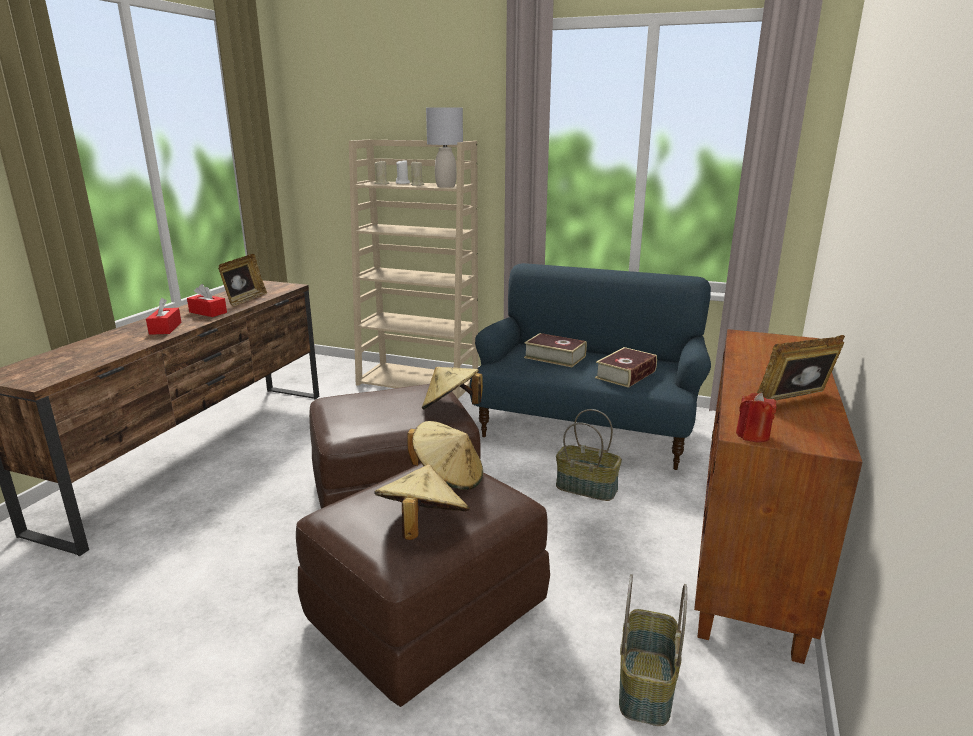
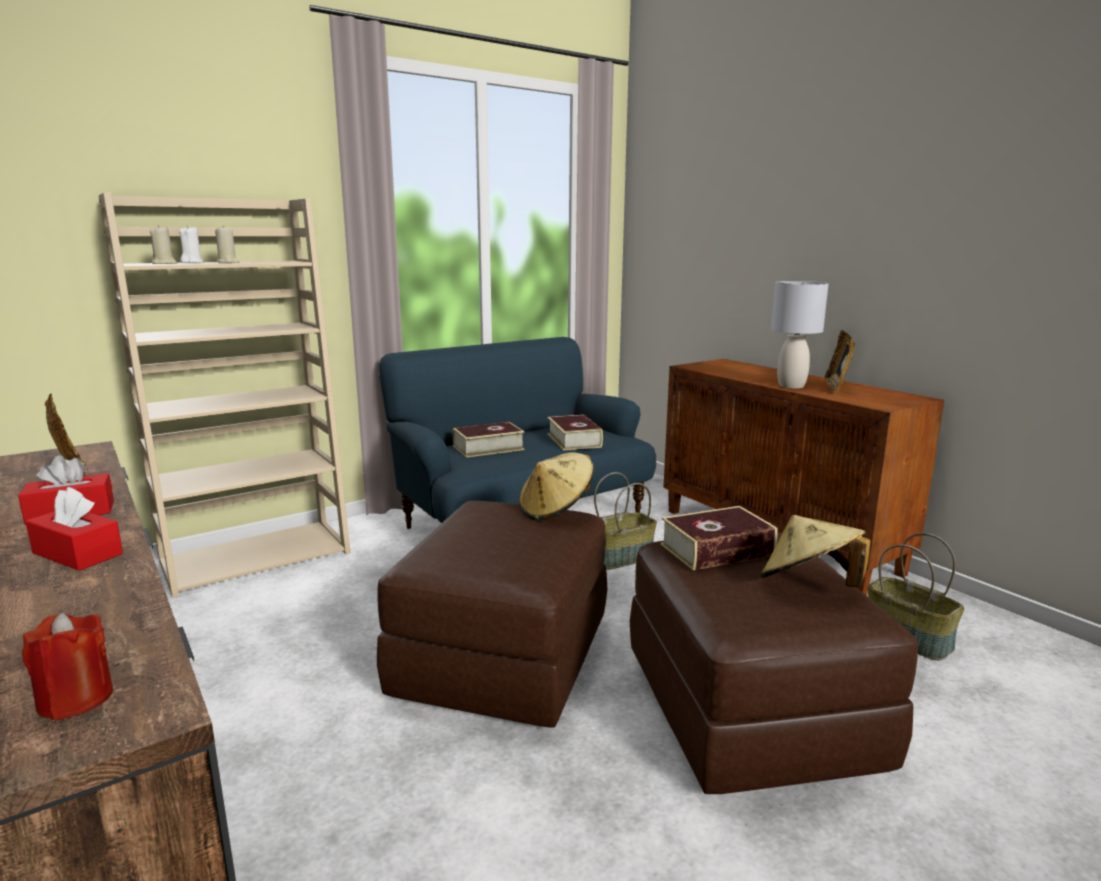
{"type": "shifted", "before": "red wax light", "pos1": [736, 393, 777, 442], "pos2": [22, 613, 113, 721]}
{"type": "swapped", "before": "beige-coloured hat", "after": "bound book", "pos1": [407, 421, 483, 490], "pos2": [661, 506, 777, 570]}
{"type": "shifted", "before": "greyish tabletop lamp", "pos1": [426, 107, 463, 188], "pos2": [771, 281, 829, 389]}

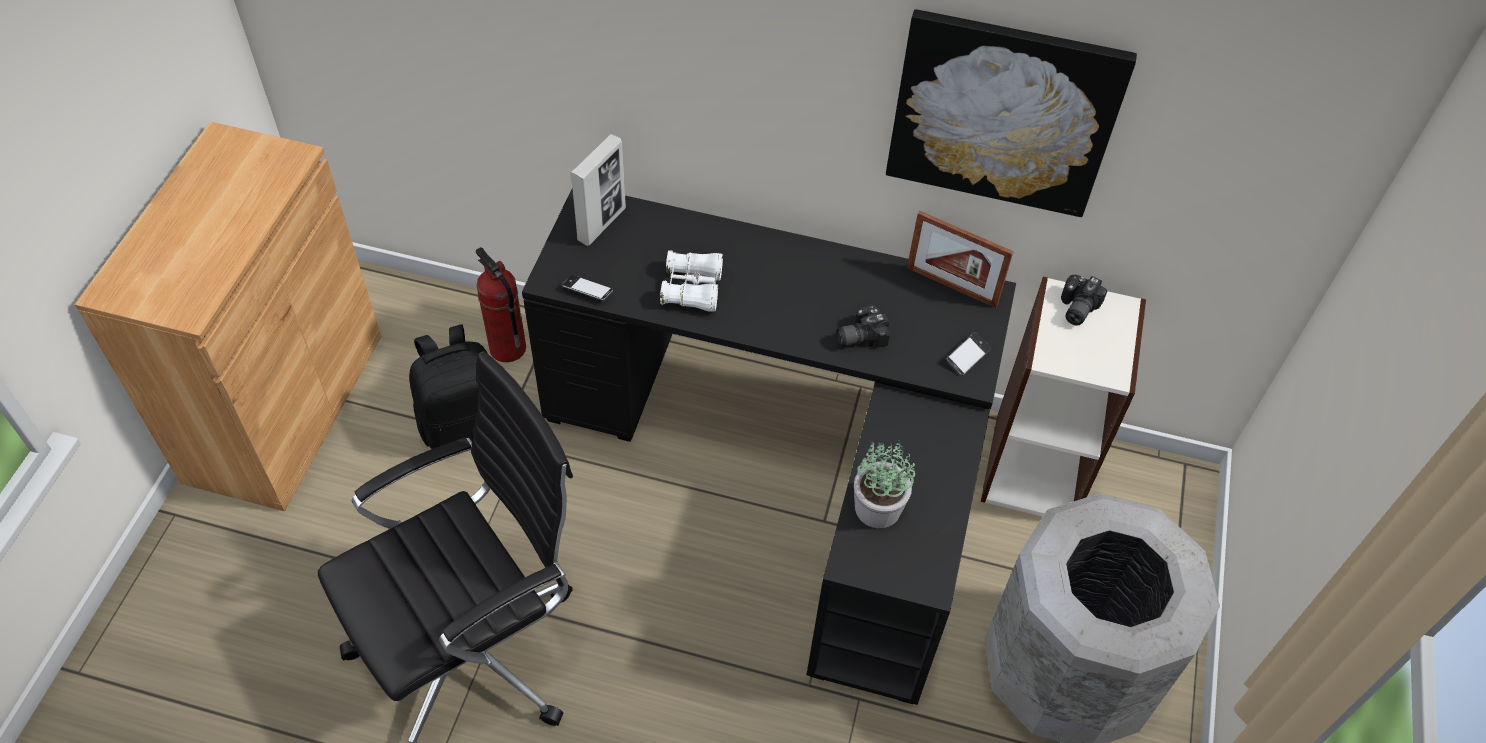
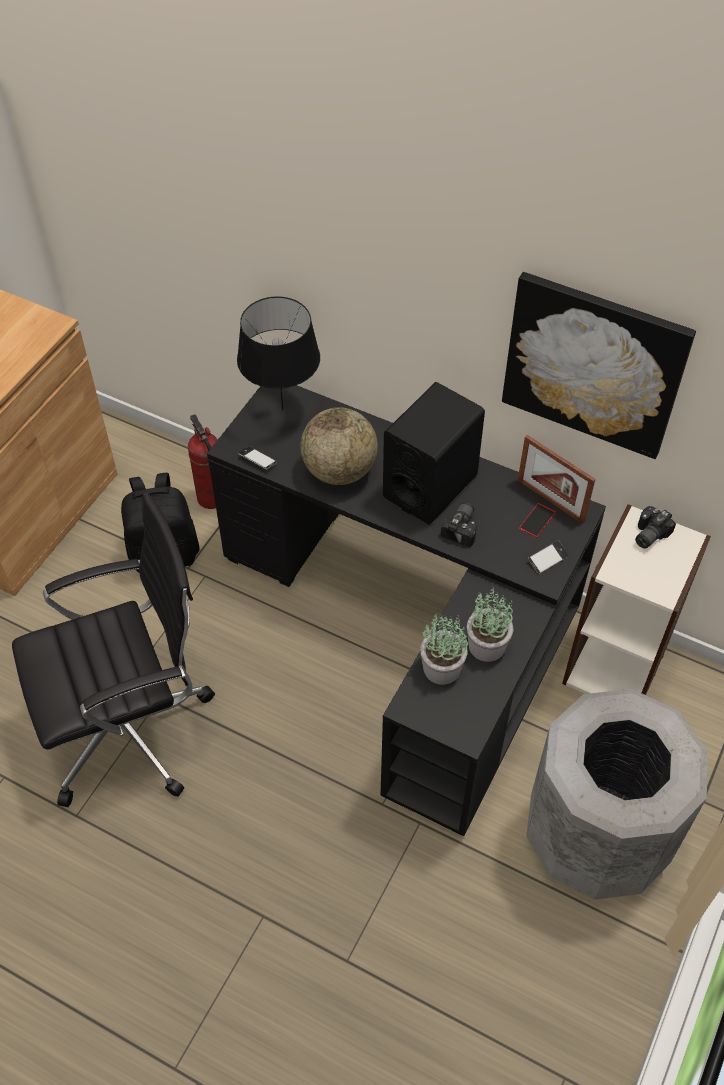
{"type": "swapped", "before": "picture frame", "after": "blackish tabletop lamp", "pos1": [570, 134, 626, 246], "pos2": [237, 297, 320, 410]}
{"type": "swapped", "before": "white-coloured pair of binoculars", "after": "globe", "pos1": [660, 250, 723, 312], "pos2": [300, 407, 378, 485]}
{"type": "new", "after": "blackish audio speaker", "pos2": [383, 382, 485, 524]}
{"type": "rotated", "before": "still camera", "pos1": [837, 304, 890, 348], "pos2": [441, 502, 477, 547], "turn": 120}
{"type": "new", "after": "plant in a pot", "pos2": [467, 586, 513, 662]}
{"type": "new", "after": "telephone", "pos2": [519, 503, 556, 538]}

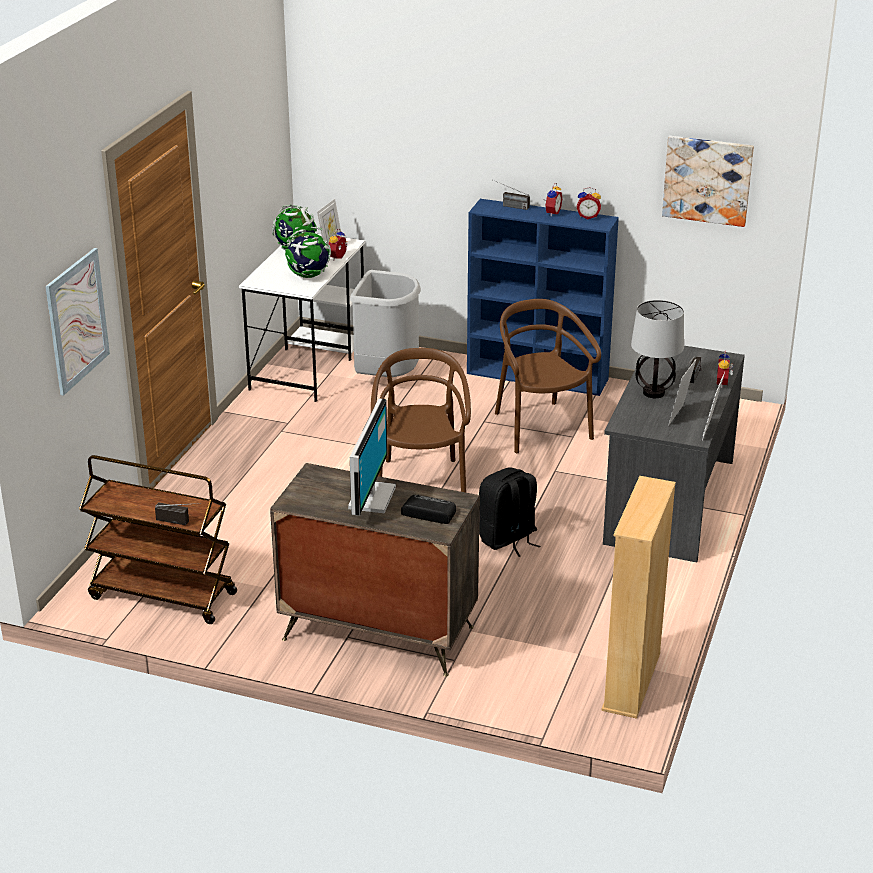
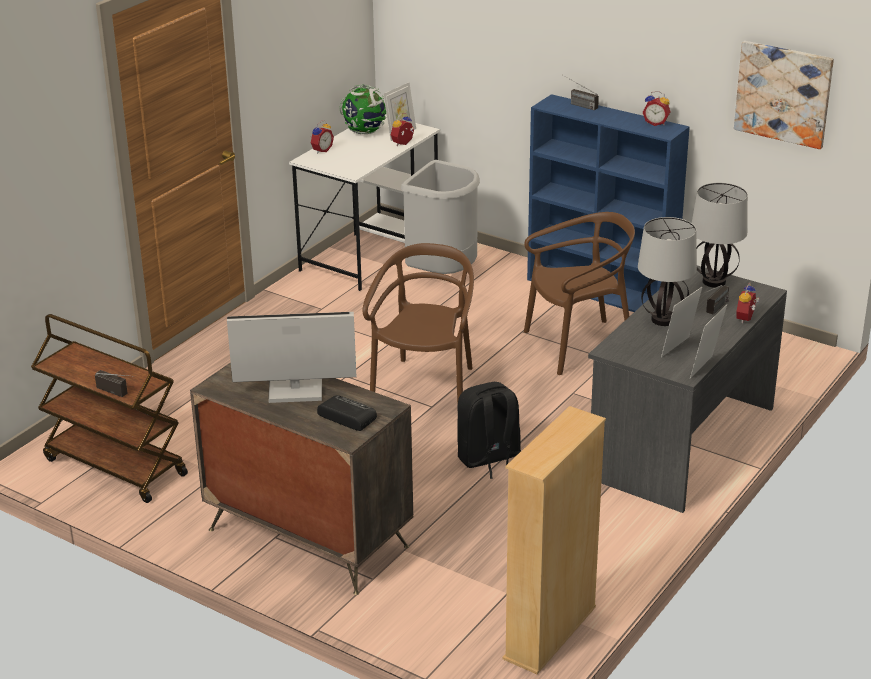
{"type": "rotated", "before": "computer screen", "pos1": [348, 399, 396, 516], "pos2": [227, 312, 356, 403], "turn": -120}
{"type": "shifted", "before": "table clock", "pos1": [545, 183, 562, 216], "pos2": [311, 120, 334, 154]}
{"type": "rotated", "before": "brown upright chair", "pos1": [495, 299, 601, 453], "pos2": [524, 212, 635, 375], "turn": 75}
{"type": "new", "after": "tabletop lamp", "pos2": [692, 183, 748, 288]}
{"type": "gone", "before": "wall art", "pos1": [45, 248, 110, 396]}
{"type": "gone", "before": "globe", "pos1": [285, 227, 331, 278]}

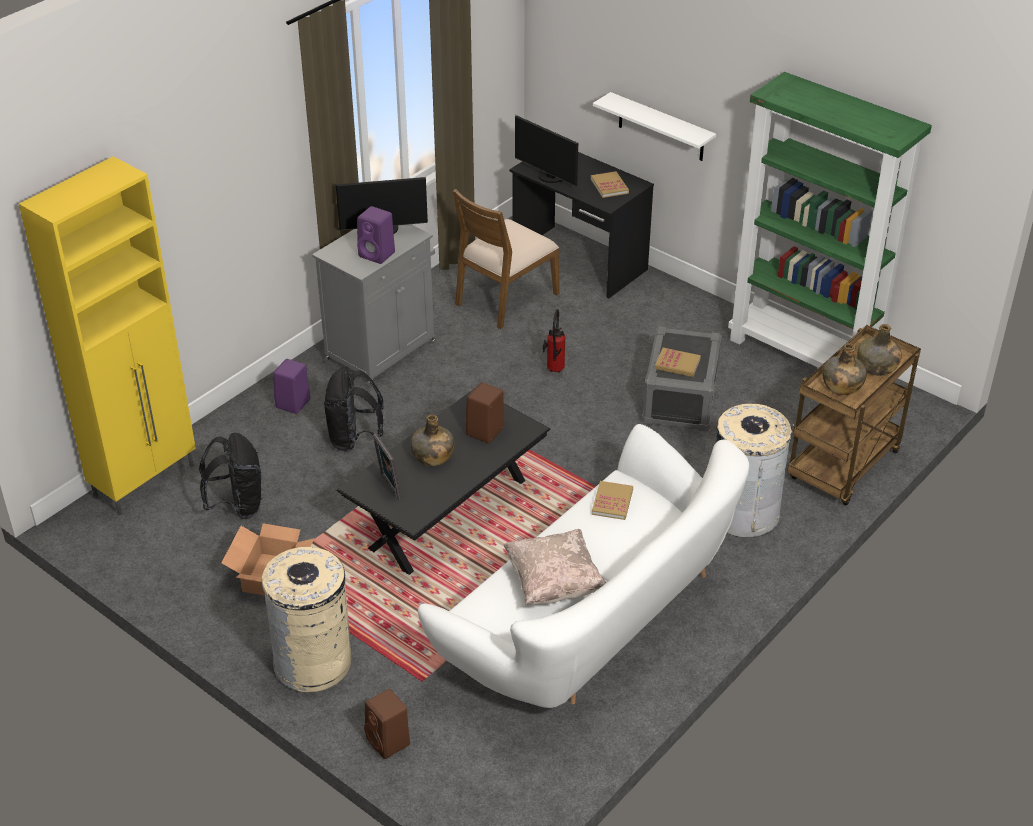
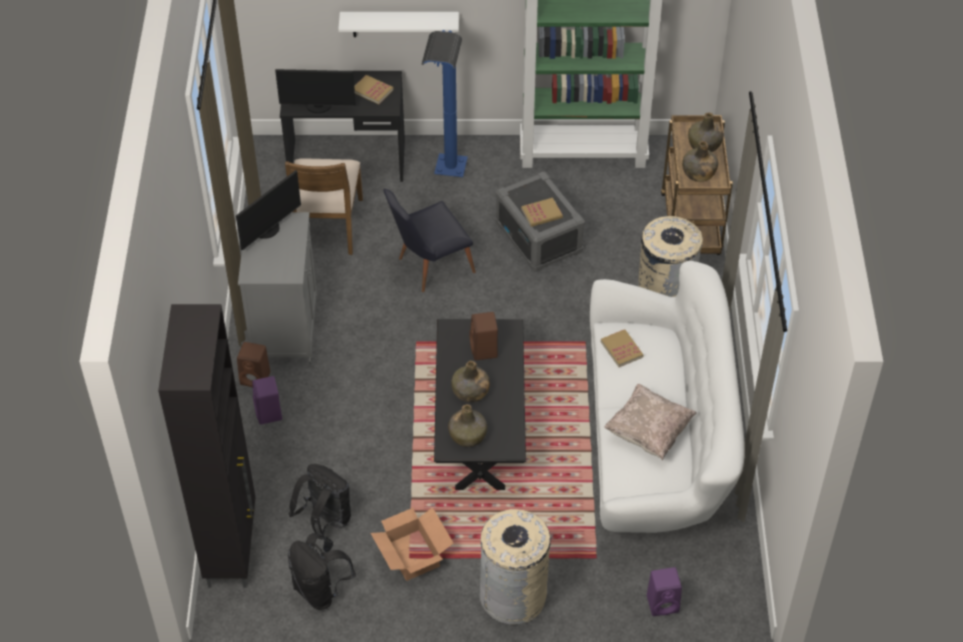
{"type": "repainted", "before": "yellow cabinet", "after": "blackish cabinet", "pos1": [19, 156, 196, 516], "pos2": [158, 304, 255, 588]}
{"type": "shifted", "before": "brown audio speaker", "pos1": [364, 689, 410, 759], "pos2": [237, 342, 270, 387]}
{"type": "shifted", "before": "blackish backpack", "pos1": [324, 368, 384, 452], "pos2": [288, 533, 356, 610]}
{"type": "swapped", "before": "fire extinguisher", "after": "blackish upright chair", "pos1": [543, 309, 565, 373], "pos2": [383, 189, 476, 292]}
{"type": "new", "after": "blue floor lamp", "pos2": [421, 30, 468, 177]}
{"type": "swapped", "before": "picture frame", "after": "greenish beverage bottle", "pos1": [373, 433, 401, 500], "pos2": [448, 404, 487, 447]}
{"type": "shifted", "before": "purple audio speaker", "pos1": [357, 206, 395, 264], "pos2": [647, 567, 682, 616]}

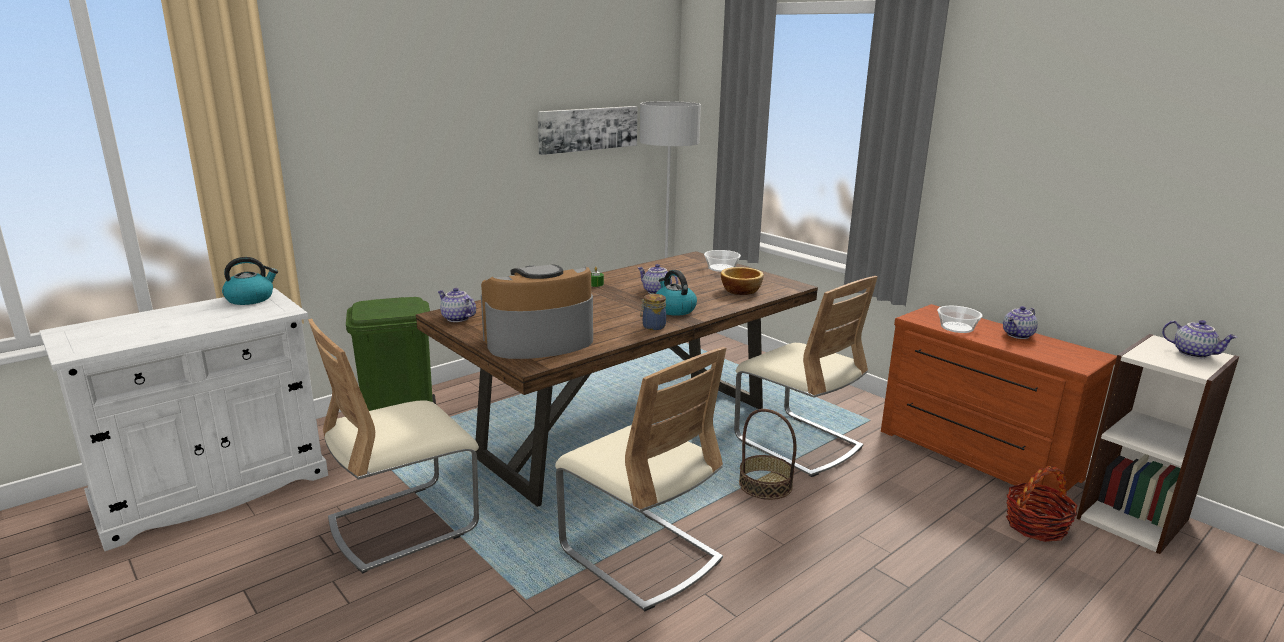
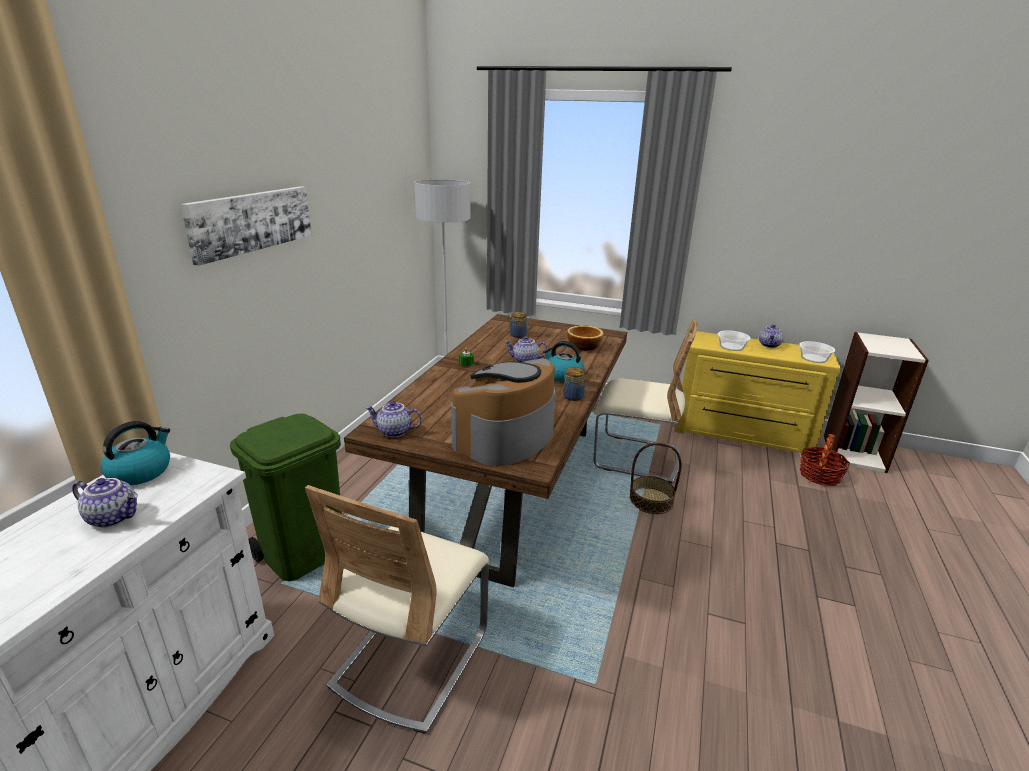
{"type": "shifted", "before": "tea pot", "pos1": [1162, 320, 1238, 358], "pos2": [72, 478, 138, 528]}
{"type": "shifted", "before": "wall art", "pos1": [538, 106, 637, 155], "pos2": [180, 186, 312, 266]}
{"type": "new", "after": "storage jar", "pos2": [508, 312, 527, 338]}
{"type": "repainted", "before": "brown dresser", "after": "yellow dresser", "pos1": [881, 304, 1117, 501], "pos2": [674, 331, 841, 457]}
{"type": "shifted", "before": "serving bowl", "pos1": [704, 250, 741, 272], "pos2": [799, 341, 835, 363]}
{"type": "gone", "before": "beige-coloured upright chair", "pos1": [555, 347, 726, 611]}

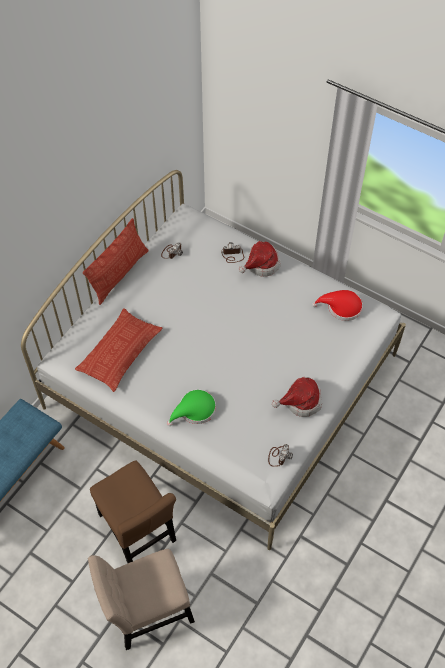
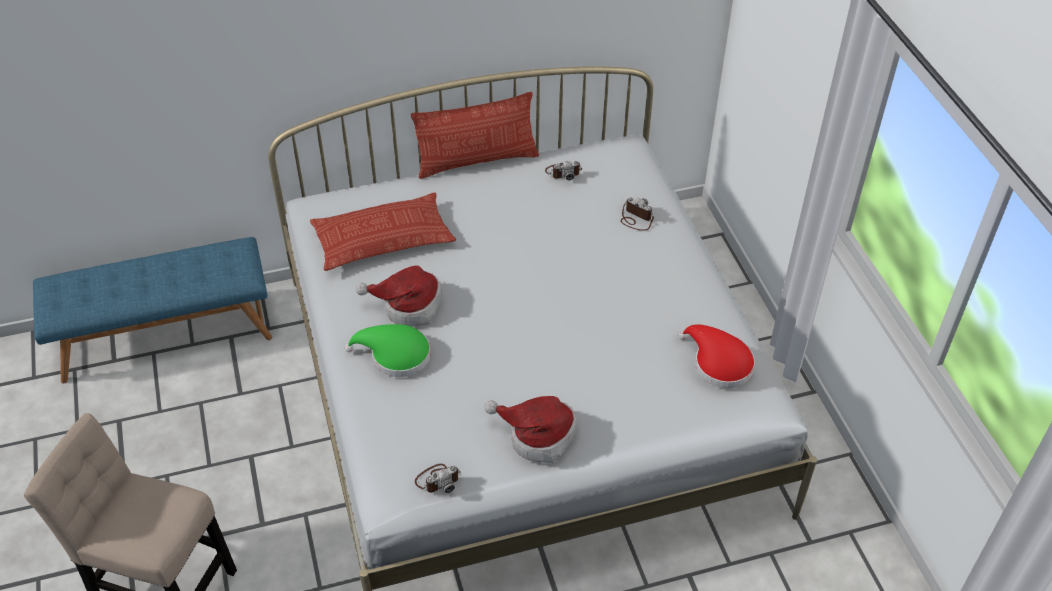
{"type": "shifted", "before": "hat", "pos1": [238, 241, 281, 277], "pos2": [356, 266, 441, 327]}
{"type": "gone", "before": "brown upright chair", "pos1": [90, 460, 176, 563]}

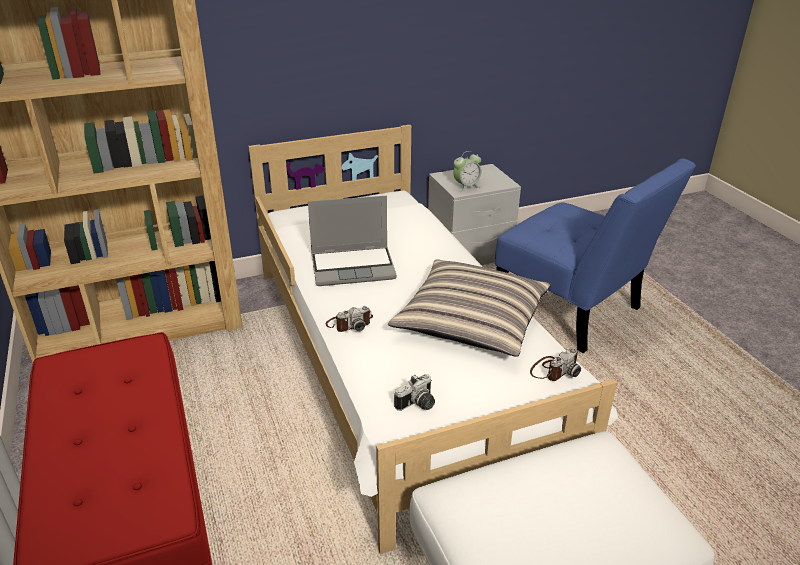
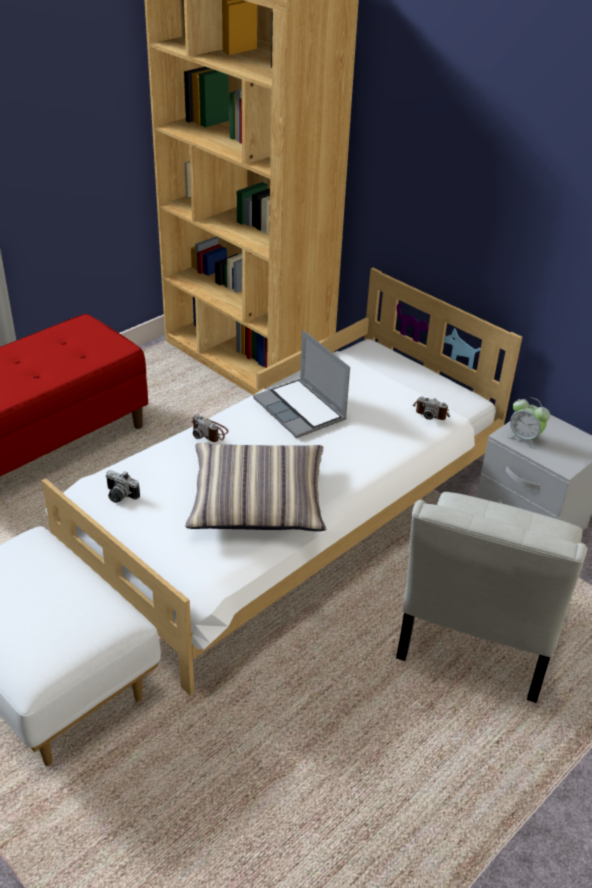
{"type": "repainted", "before": "blue upright chair", "after": "white-coloured upright chair", "pos1": [495, 158, 696, 353], "pos2": [396, 492, 588, 703]}
{"type": "shifted", "before": "still camera", "pos1": [530, 348, 581, 381], "pos2": [413, 397, 450, 420]}

